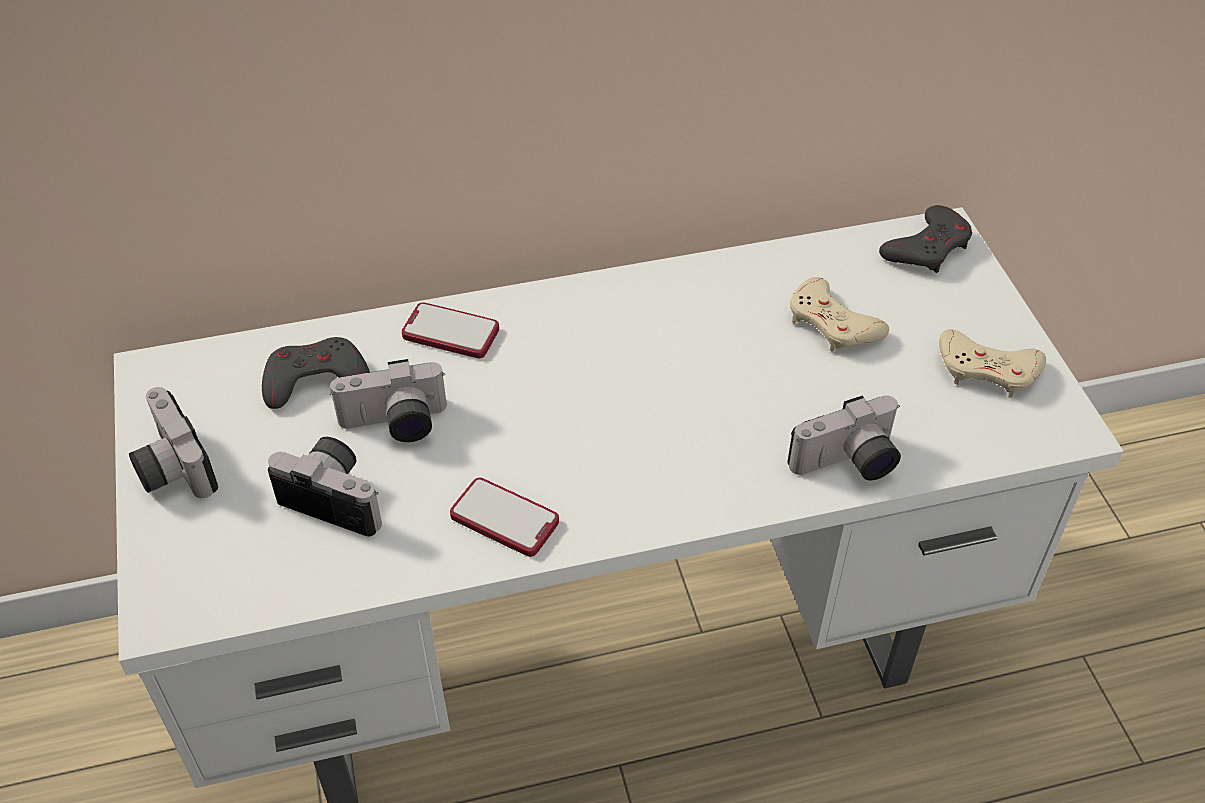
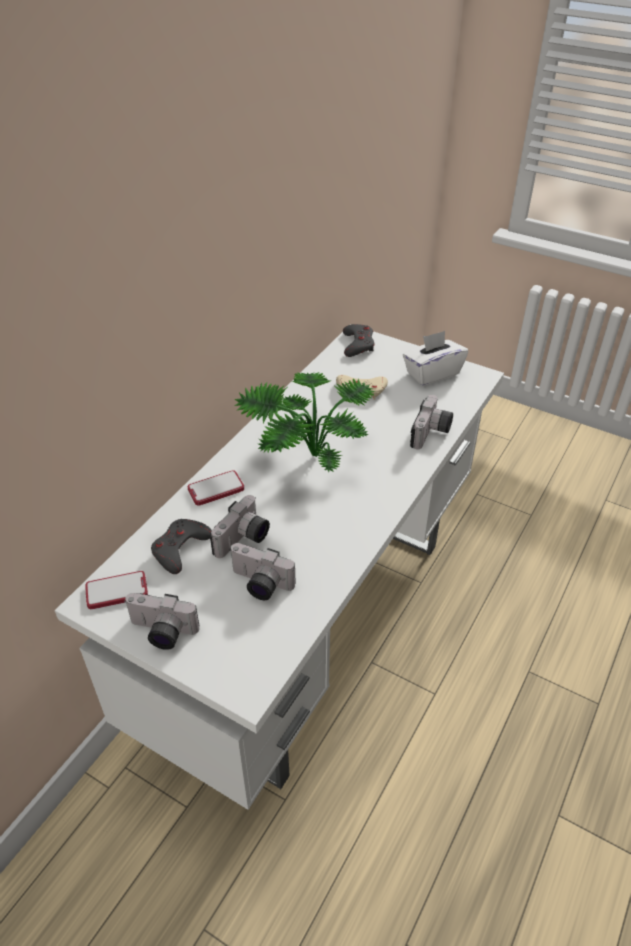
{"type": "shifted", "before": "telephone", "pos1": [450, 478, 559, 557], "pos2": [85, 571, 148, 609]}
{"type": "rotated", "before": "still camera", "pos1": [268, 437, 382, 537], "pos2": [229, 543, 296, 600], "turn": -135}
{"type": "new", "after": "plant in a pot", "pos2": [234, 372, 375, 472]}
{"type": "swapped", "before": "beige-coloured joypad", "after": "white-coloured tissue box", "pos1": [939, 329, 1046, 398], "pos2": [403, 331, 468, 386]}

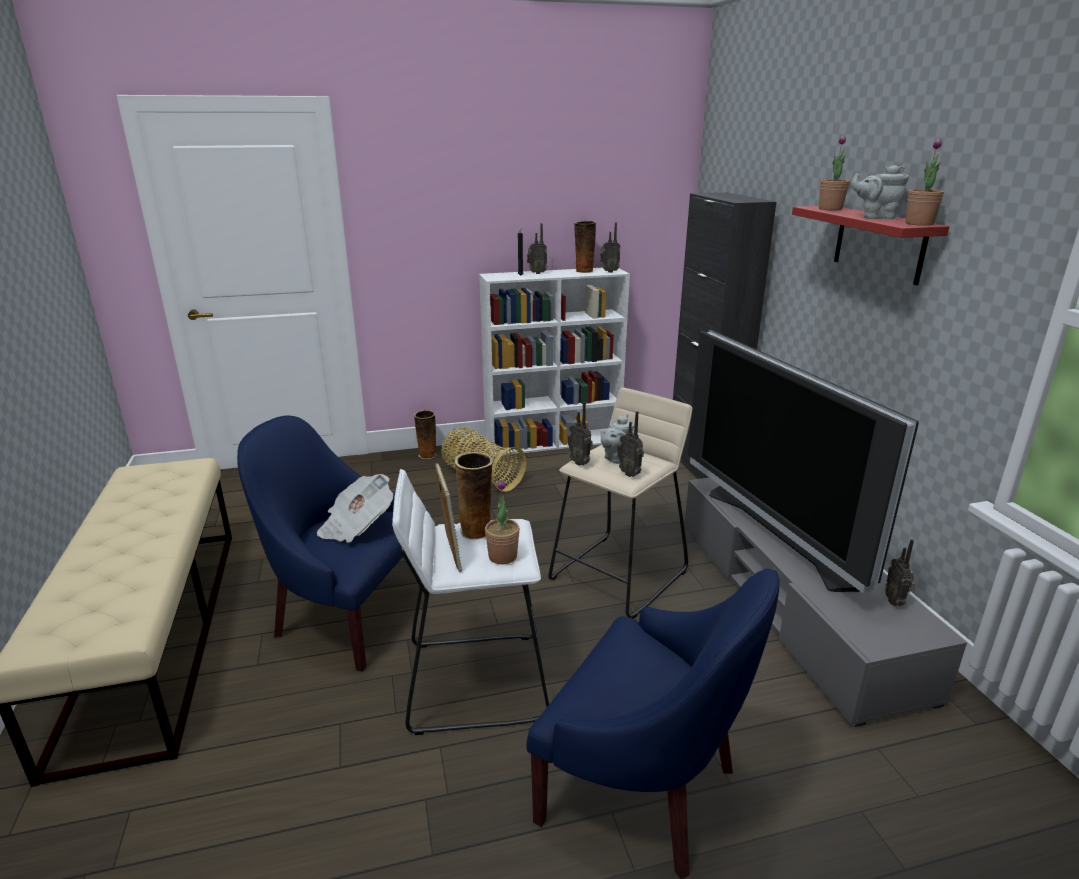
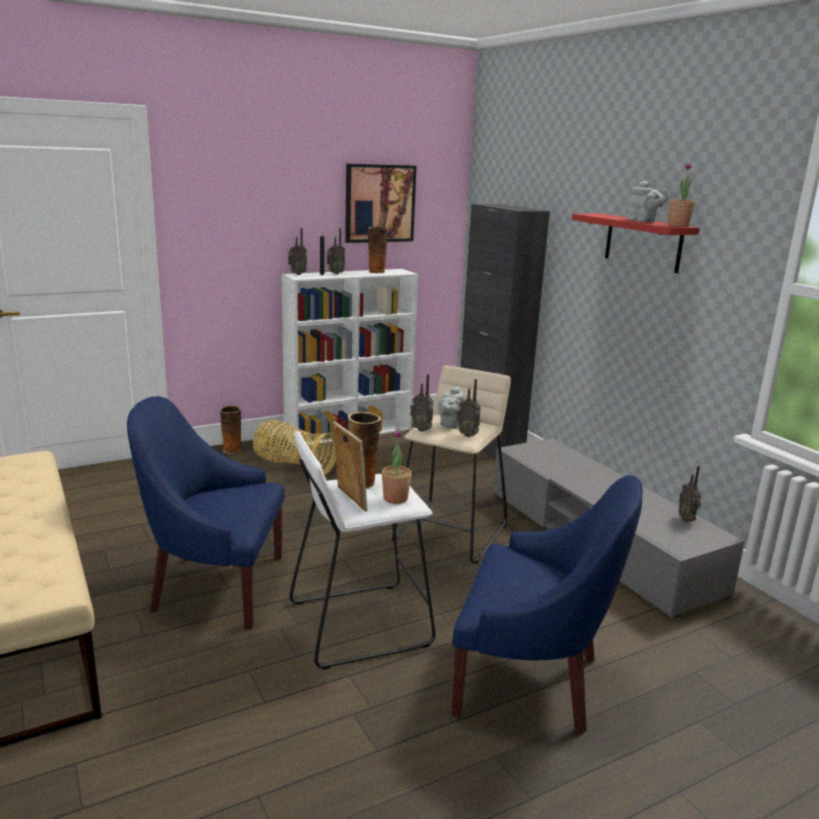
{"type": "shifted", "before": "radio receiver", "pos1": [600, 222, 621, 273], "pos2": [288, 228, 307, 275]}
{"type": "new", "after": "wall art", "pos2": [345, 164, 416, 243]}
{"type": "rotated", "before": "greyish tea pot", "pos1": [851, 165, 909, 219], "pos2": [628, 181, 669, 222], "turn": -135}
{"type": "gone", "before": "printed paper", "pos1": [317, 474, 393, 543]}
{"type": "gone", "before": "television", "pos1": [688, 330, 919, 593]}
{"type": "gone", "before": "plant in a pot", "pos1": [819, 135, 850, 210]}

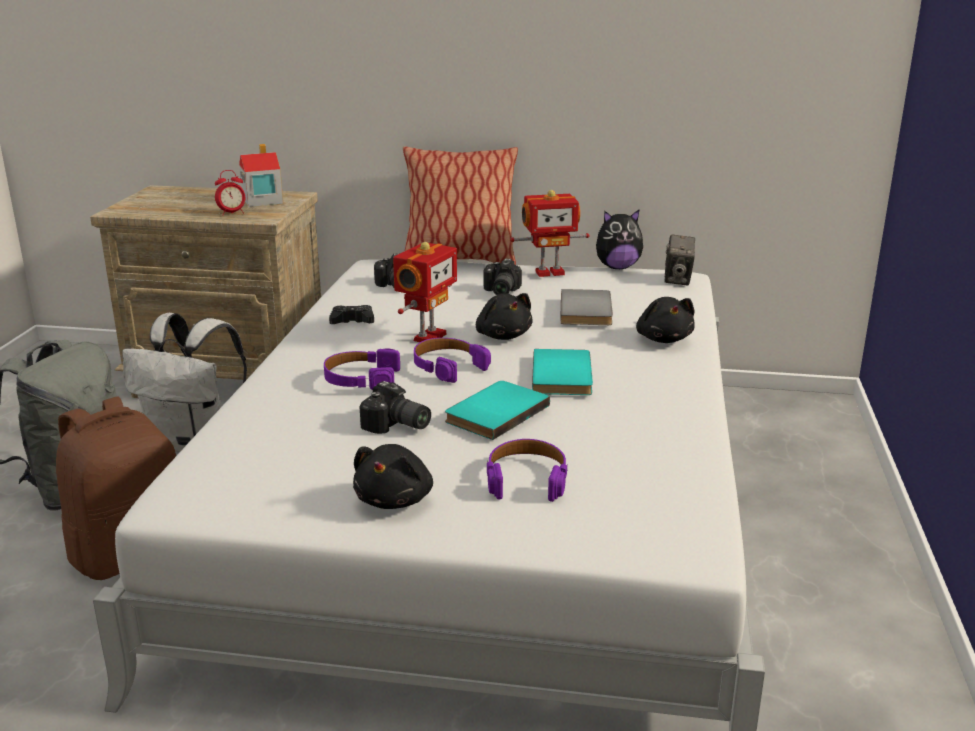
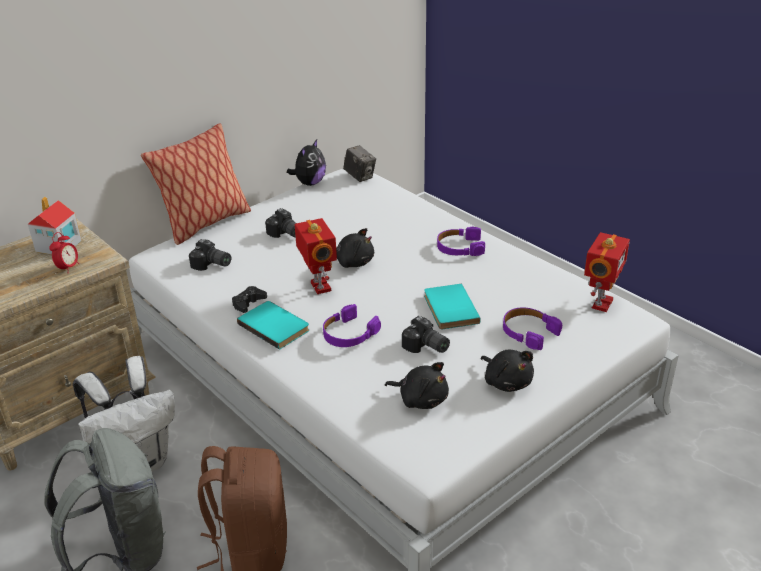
{"type": "shifted", "before": "turquoise-coloured bound book", "pos1": [532, 349, 593, 395], "pos2": [237, 301, 309, 350]}
{"type": "shifted", "before": "blackish soft toy", "pos1": [636, 297, 695, 343], "pos2": [385, 362, 449, 409]}
{"type": "rotated", "before": "still camera", "pos1": [360, 381, 431, 434], "pos2": [402, 316, 450, 353], "turn": 60}
{"type": "shifted", "before": "purple pair of headphones", "pos1": [414, 338, 491, 383], "pos2": [437, 227, 485, 256]}
{"type": "shifted", "before": "robot figure", "pos1": [510, 190, 590, 277], "pos2": [584, 232, 630, 312]}
{"type": "gone", "before": "greyish bound book", "pos1": [560, 289, 613, 325]}

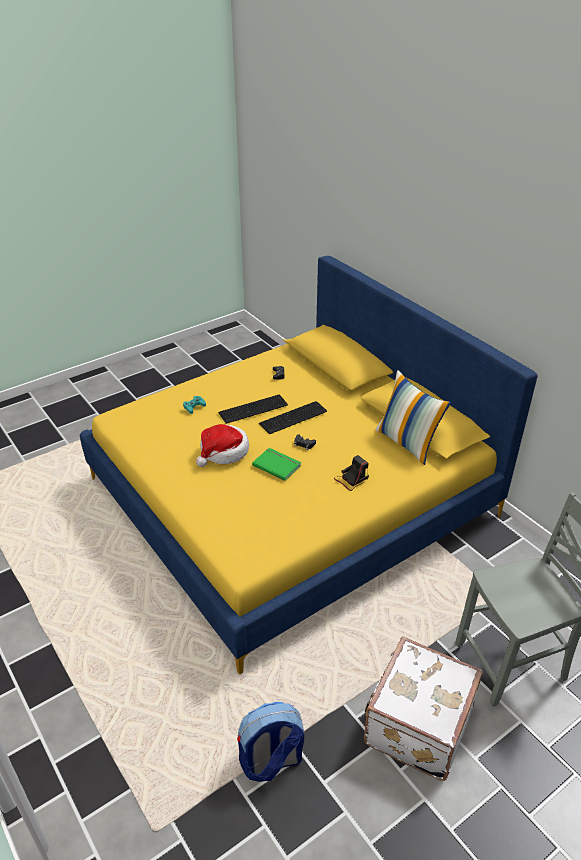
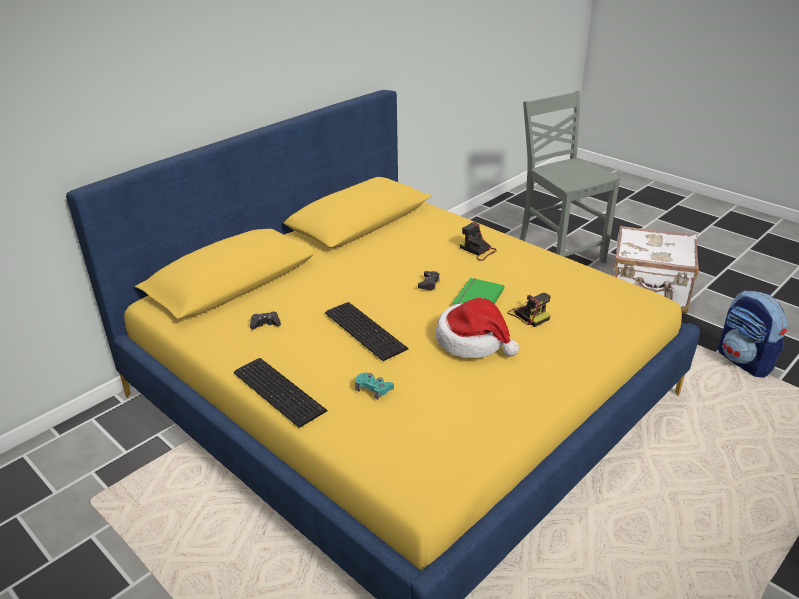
{"type": "shifted", "before": "PC keyboard", "pos1": [259, 401, 327, 434], "pos2": [234, 358, 327, 428]}
{"type": "new", "after": "still camera", "pos2": [508, 293, 551, 327]}
{"type": "gone", "before": "cushion", "pos1": [376, 370, 451, 465]}

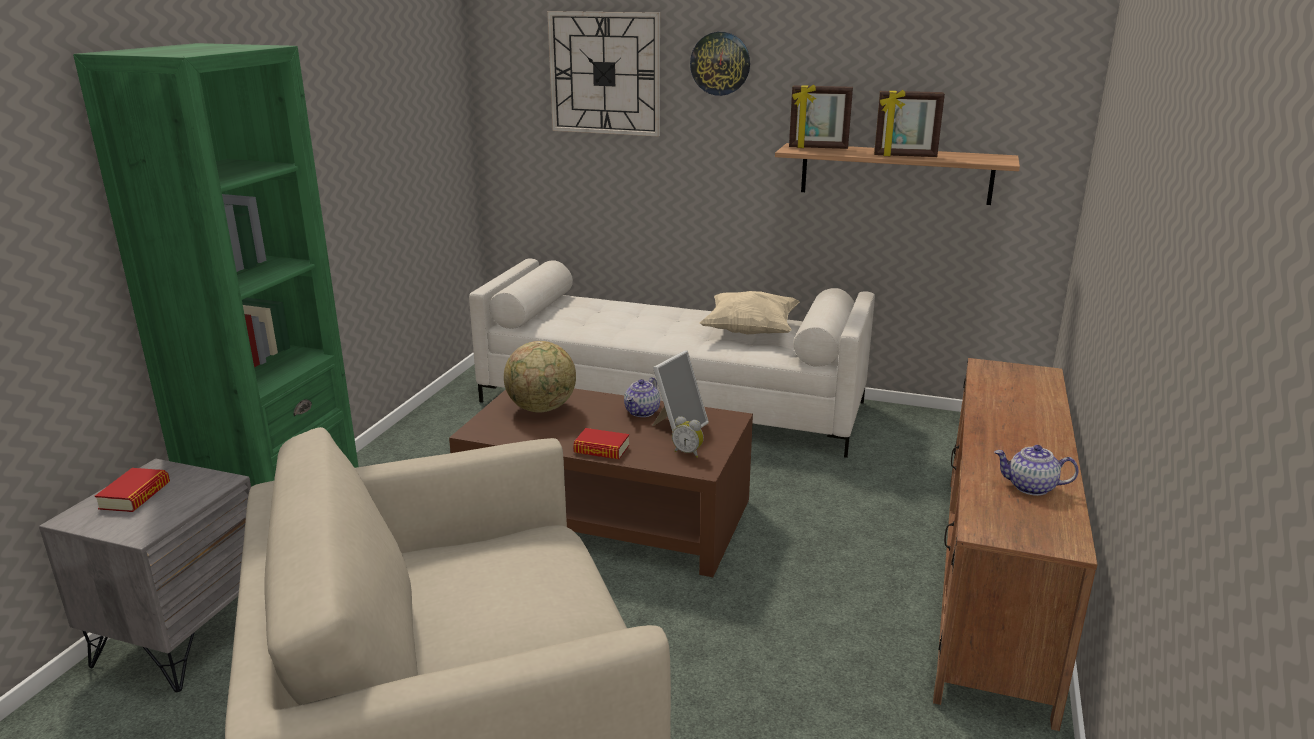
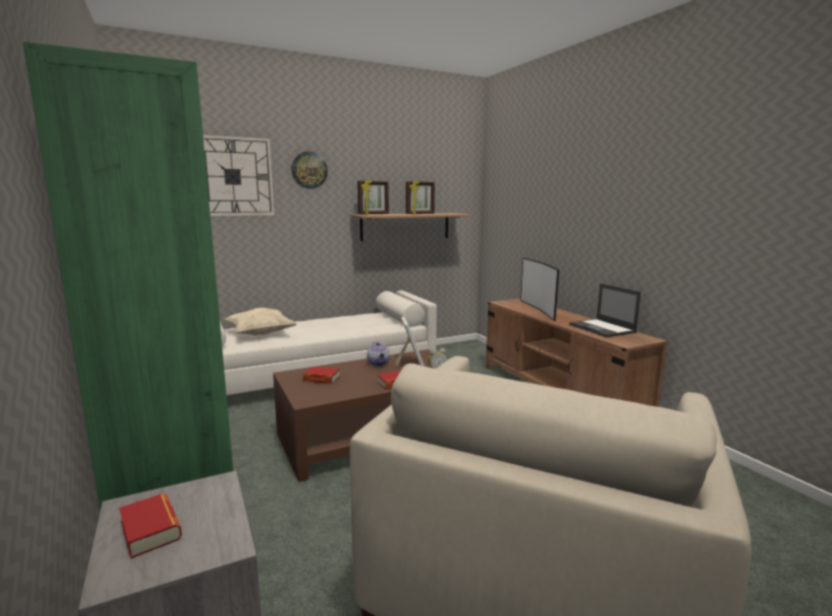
{"type": "shifted", "before": "beige-coloured cushion", "pos1": [700, 291, 800, 334], "pos2": [225, 308, 297, 335]}
{"type": "swapped", "before": "globe", "after": "bound book", "pos1": [504, 341, 576, 413], "pos2": [303, 367, 340, 384]}
{"type": "new", "after": "television", "pos2": [520, 258, 559, 321]}
{"type": "swapped", "before": "tea pot", "after": "portable computer", "pos1": [994, 445, 1079, 496], "pos2": [569, 284, 641, 337]}

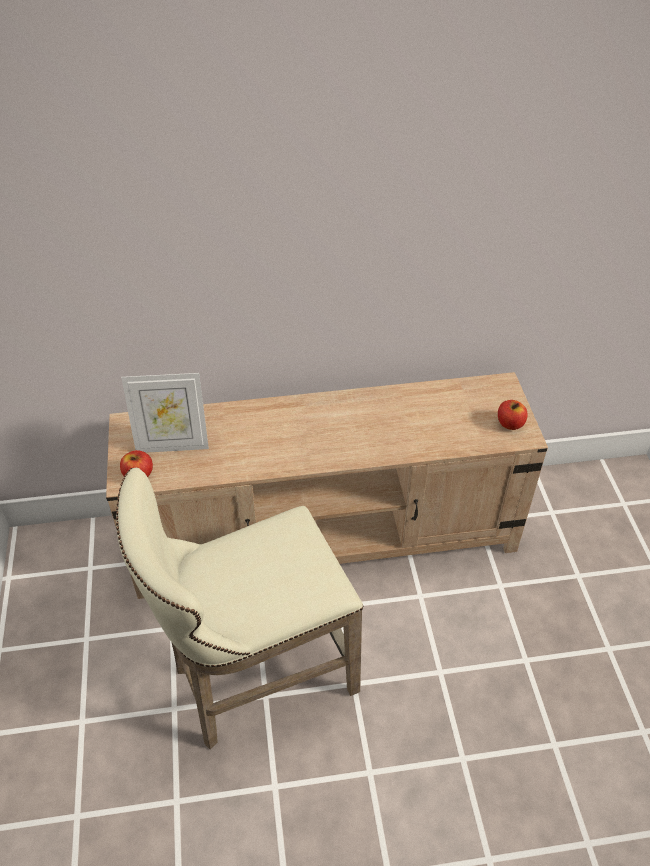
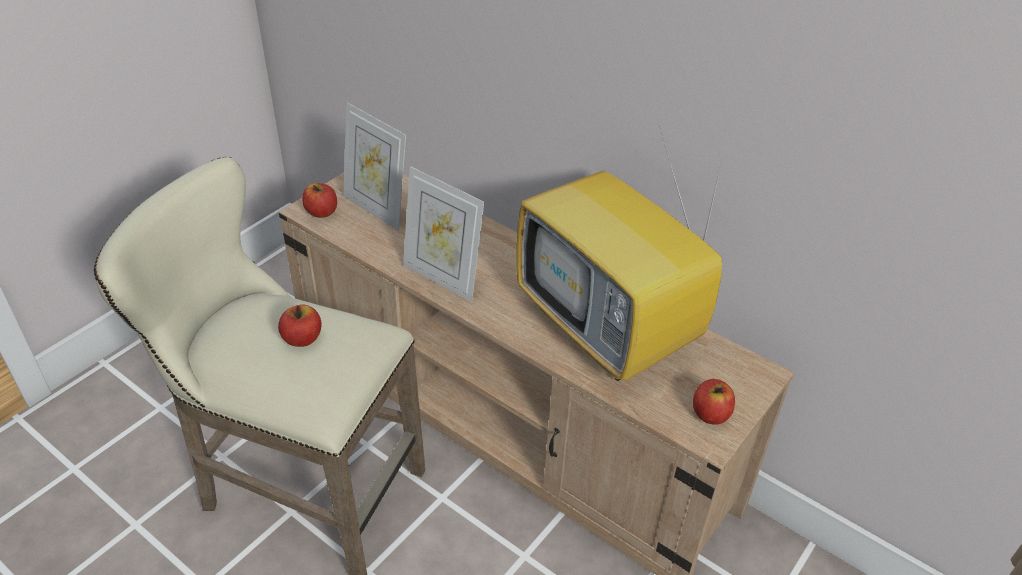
{"type": "new", "after": "whole apple", "pos2": [278, 304, 321, 347]}
{"type": "new", "after": "picture frame", "pos2": [403, 166, 484, 302]}
{"type": "new", "after": "television", "pos2": [516, 119, 726, 382]}

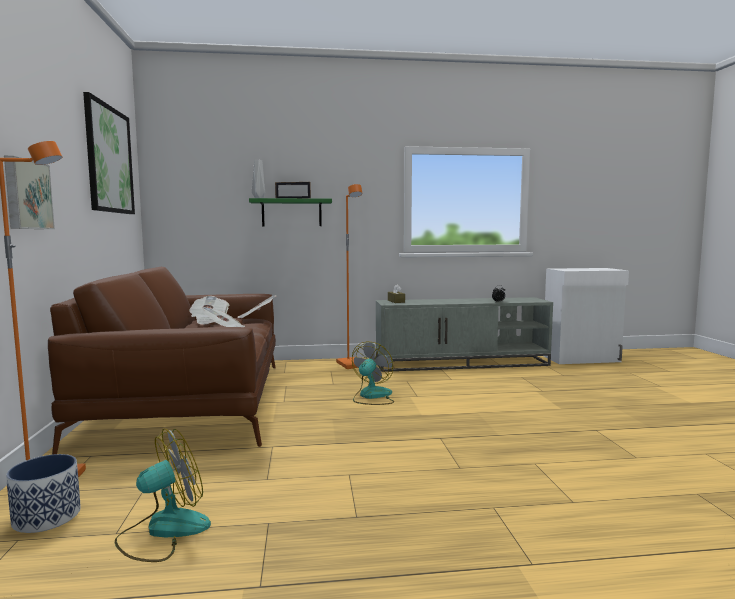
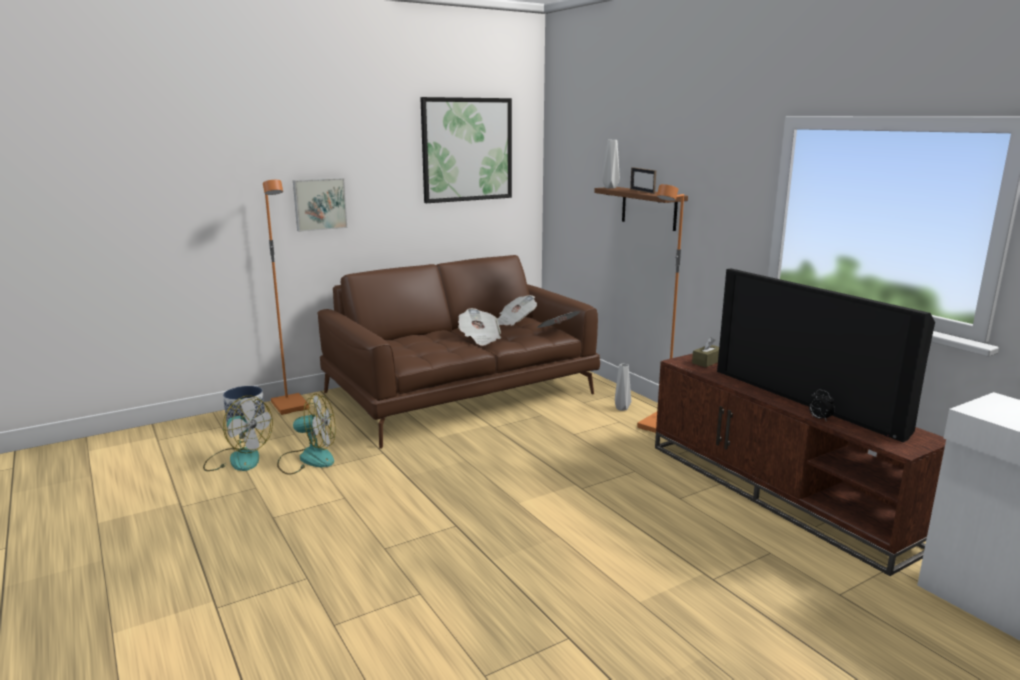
{"type": "shifted", "before": "fan", "pos1": [352, 342, 394, 405], "pos2": [277, 394, 335, 475]}
{"type": "repainted", "before": "greenish wall shelf", "after": "brown wall shelf", "pos1": [249, 198, 332, 226], "pos2": [594, 187, 688, 231]}
{"type": "new", "after": "greyish vase", "pos2": [615, 364, 631, 411]}
{"type": "repainted", "before": "greyish tv stand", "after": "brown tv stand", "pos1": [376, 297, 553, 372], "pos2": [655, 354, 946, 576]}
{"type": "new", "after": "television", "pos2": [717, 268, 935, 442]}

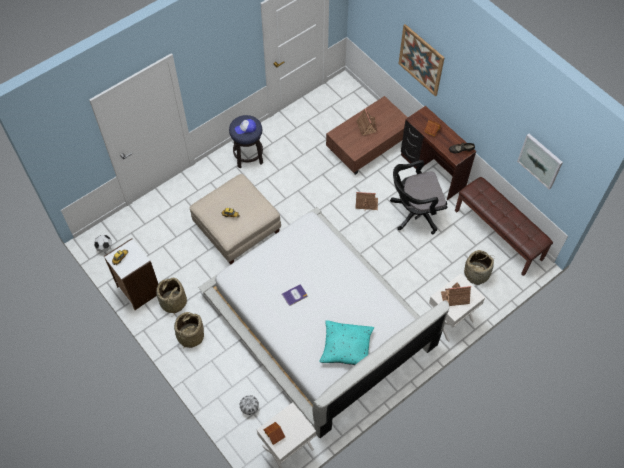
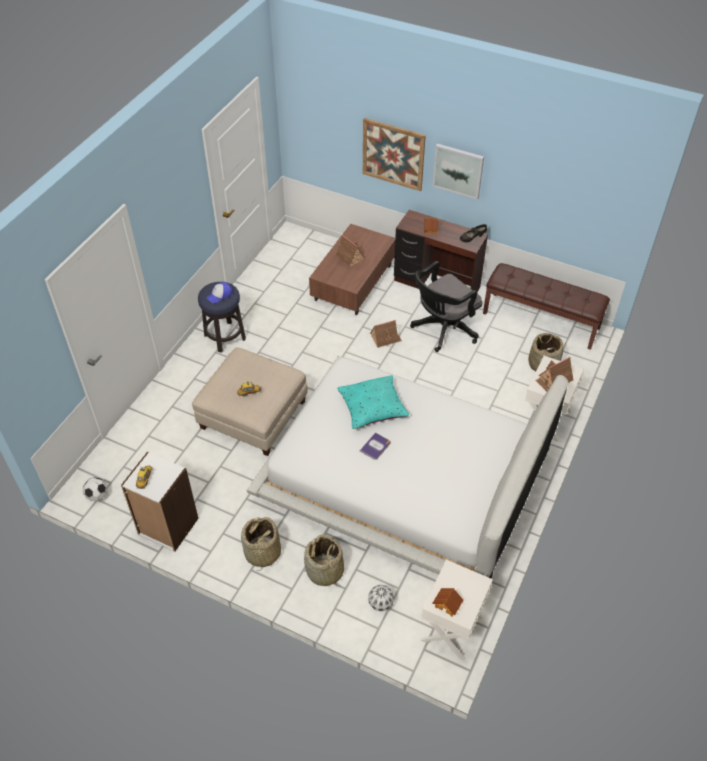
{"type": "shifted", "before": "household basket", "pos1": [156, 278, 187, 314], "pos2": [304, 535, 344, 586]}
{"type": "shifted", "before": "turquoise-coloured cushion", "pos1": [319, 320, 374, 365], "pos2": [337, 375, 409, 429]}
{"type": "shifted", "before": "wall art", "pos1": [517, 134, 563, 190], "pos2": [433, 144, 484, 200]}

